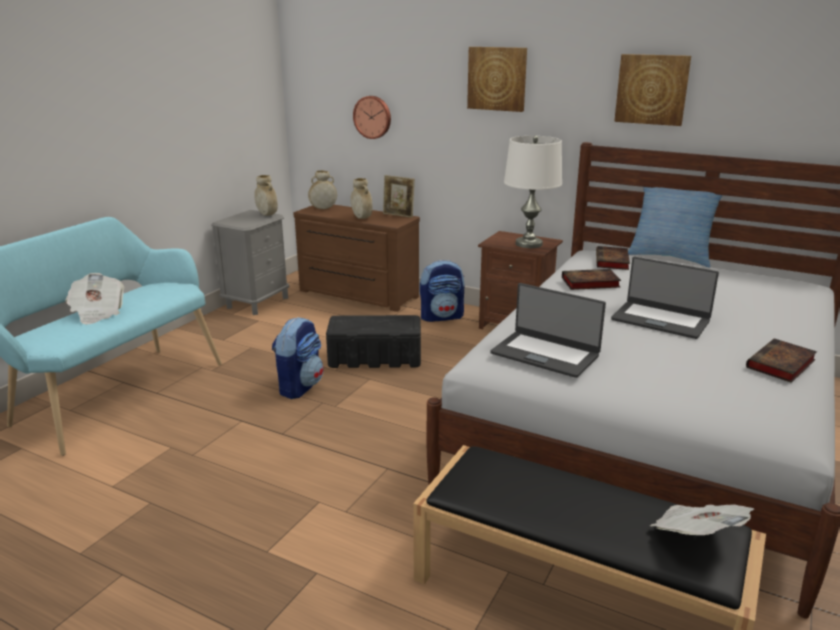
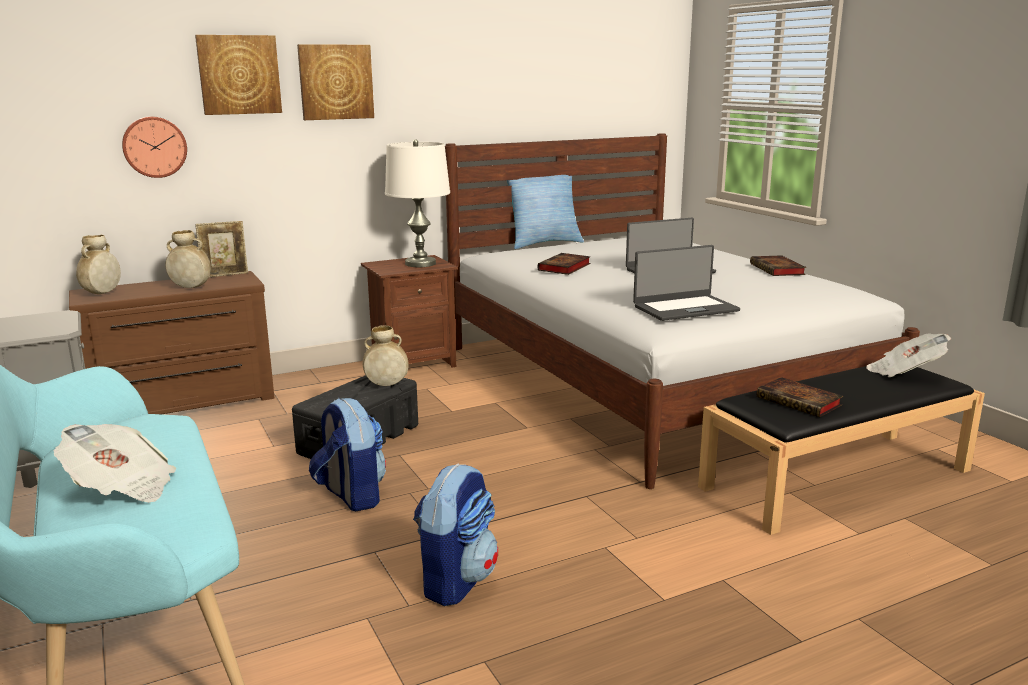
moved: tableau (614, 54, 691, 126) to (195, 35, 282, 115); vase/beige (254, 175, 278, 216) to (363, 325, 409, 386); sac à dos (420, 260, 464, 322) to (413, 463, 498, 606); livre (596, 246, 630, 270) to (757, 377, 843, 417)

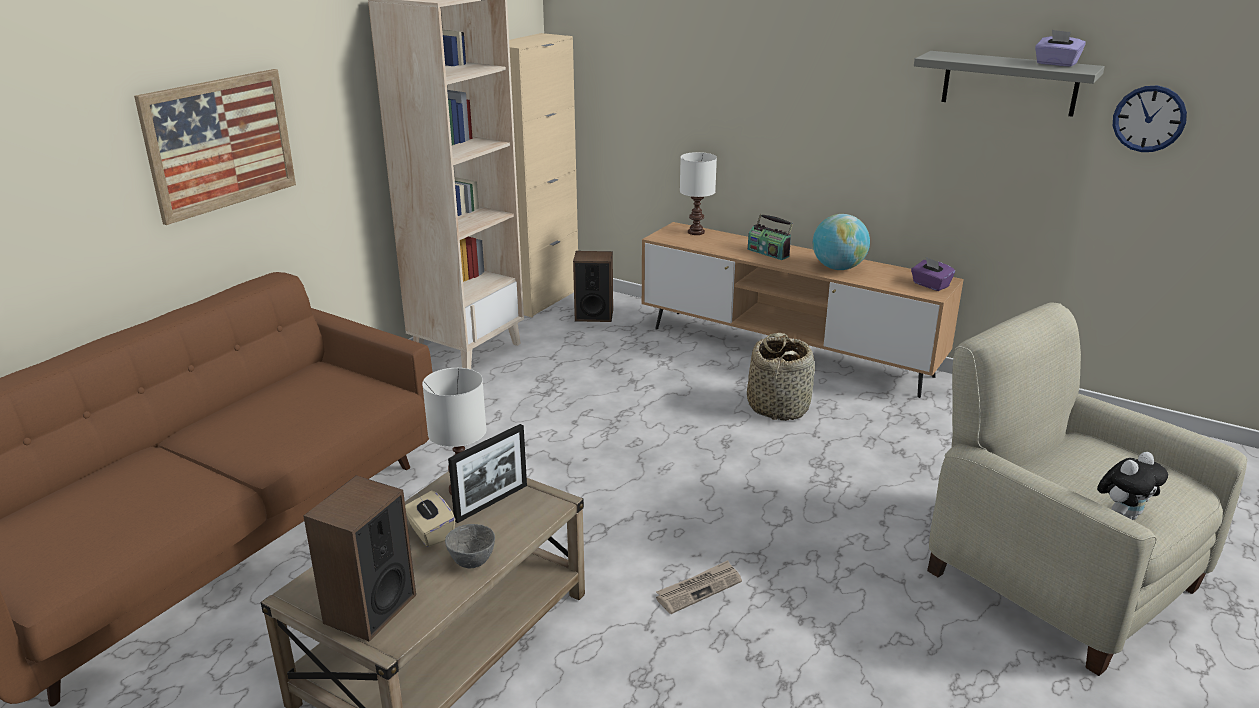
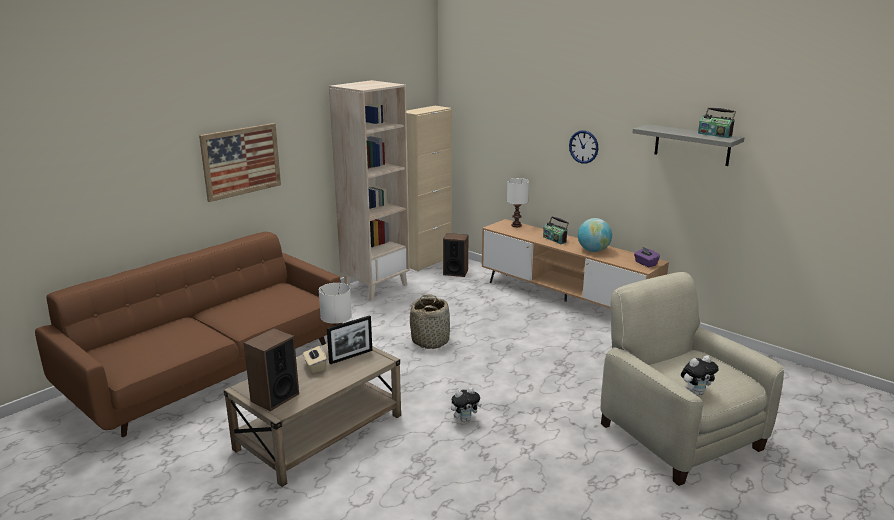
removed: bol/gris (445, 524, 495, 568)
moved: panier (747, 333, 815, 421) to (410, 294, 450, 349); horloge murale (1113, 86, 1187, 152) to (569, 130, 598, 164)
replaced: journal (656, 560, 742, 614) to peluche (451, 387, 482, 422); boîte à mouchoirs/violet (1035, 30, 1086, 67) to radio (698, 107, 736, 138)

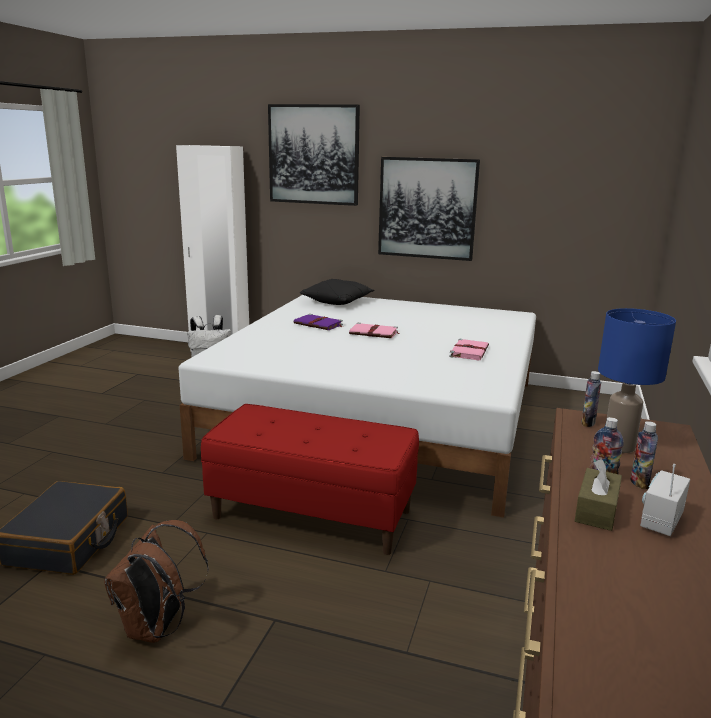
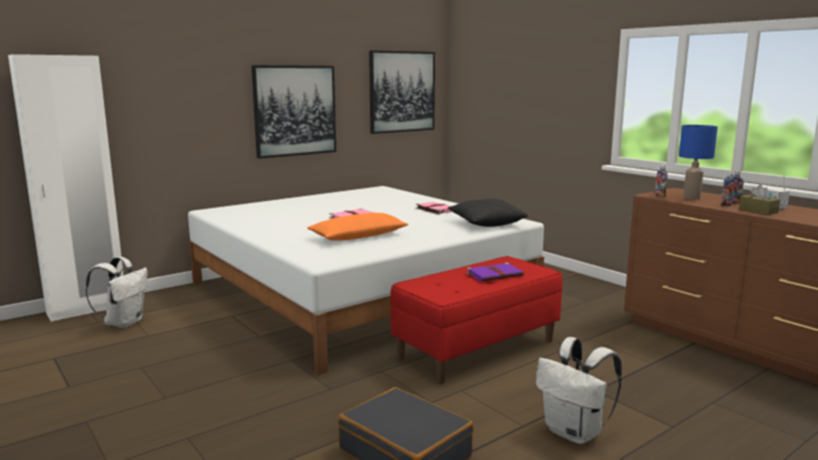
added: coussin/orange (307, 213, 409, 241)
moved: tableau (268, 104, 360, 206) to (369, 50, 435, 134); coussin/noir (300, 279, 375, 305) to (448, 198, 528, 227); livre/violet (294, 314, 343, 330) to (467, 263, 524, 281)
recoloured: sac à dos/marron (104, 520, 209, 643) to sac à dos/blanc (536, 337, 622, 444)

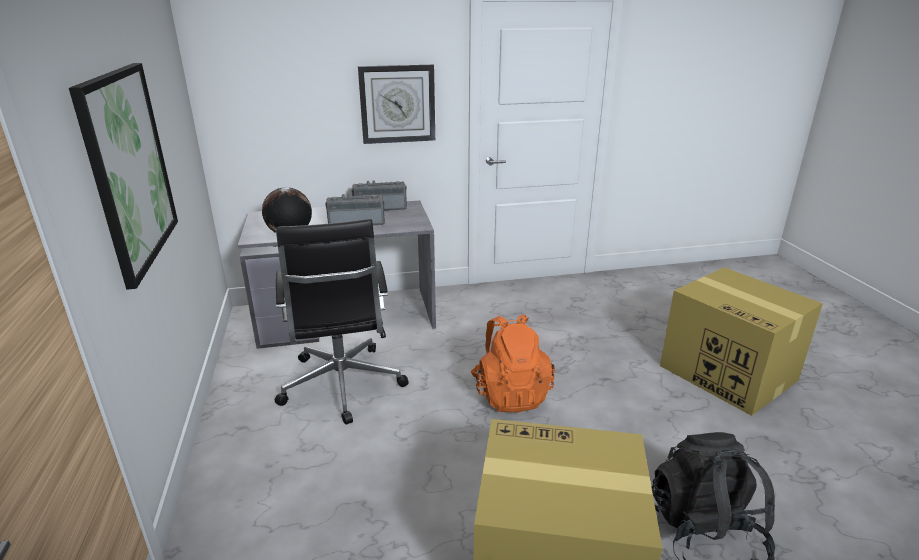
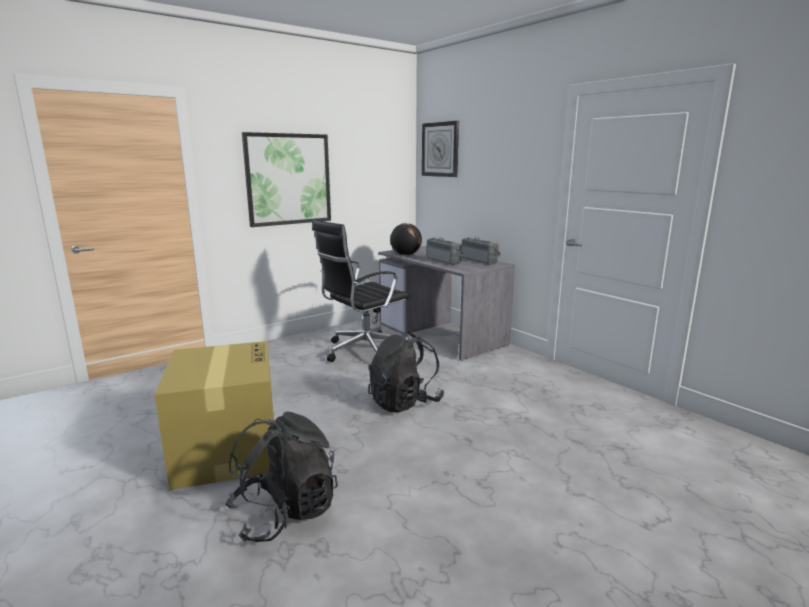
removed: carton (660, 267, 823, 416)
moved: horloge murale (358, 65, 435, 144) to (422, 121, 459, 177)
recoloured: sac à dos/orange (471, 314, 555, 412) to sac à dos/noir (368, 331, 444, 413)

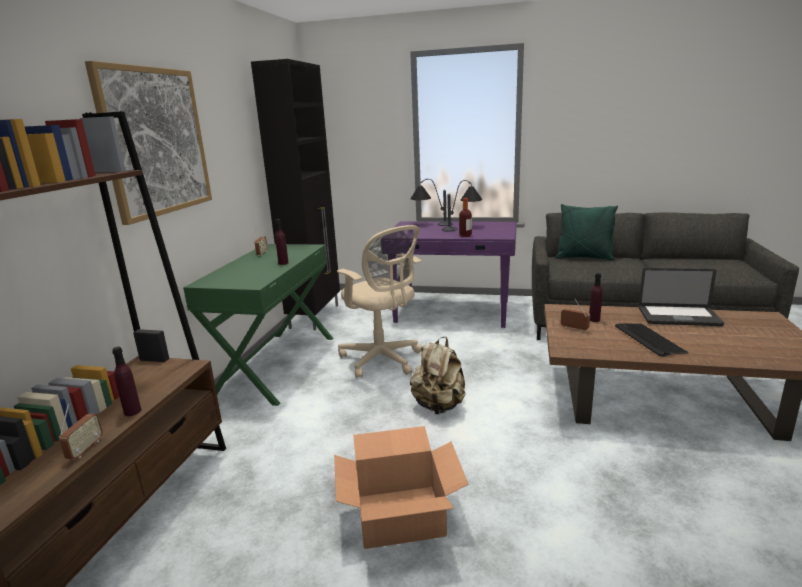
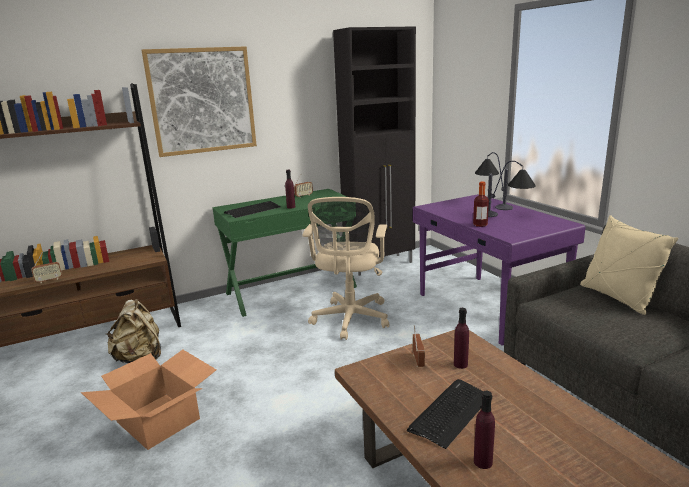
removed: ordinateur portable (639, 268, 724, 326)
added: clavier (224, 201, 281, 218)
moved: sac à dos/beige (410, 337, 466, 414) to (105, 299, 161, 363); bouteille/violet (112, 347, 141, 416) to (474, 391, 495, 469)
recoloured: coussin/vert (555, 204, 618, 260) to coussin/beige (580, 215, 678, 315)

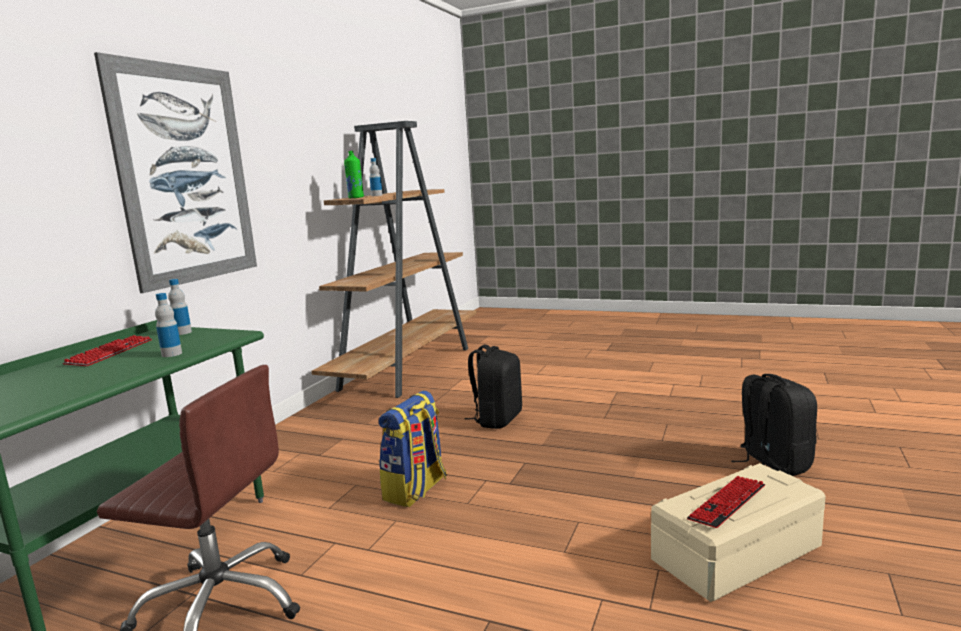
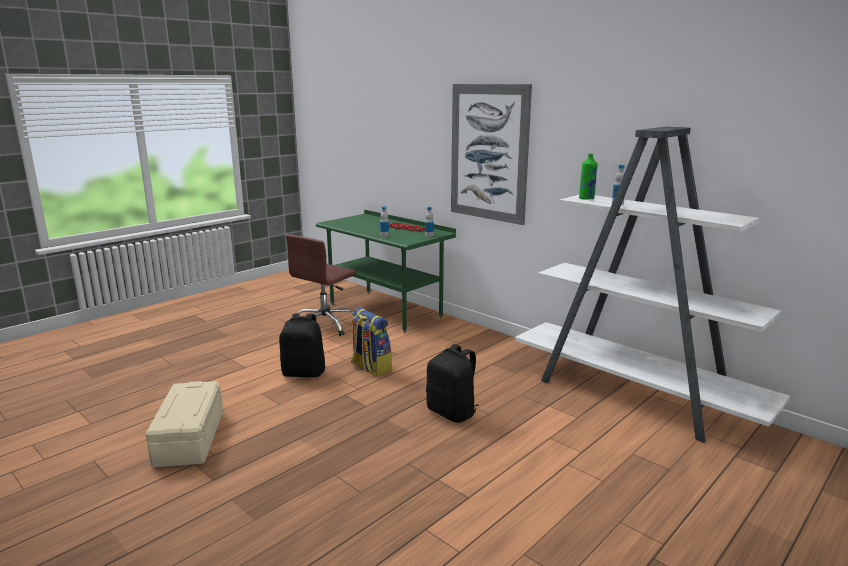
removed: clavier (687, 476, 765, 528)
moved: sac à dos/noir (731, 374, 817, 476) to (279, 313, 325, 377)
recoloured: bibliothèque/marron (312, 121, 477, 398) to bibliothèque/blanc (515, 127, 790, 443)

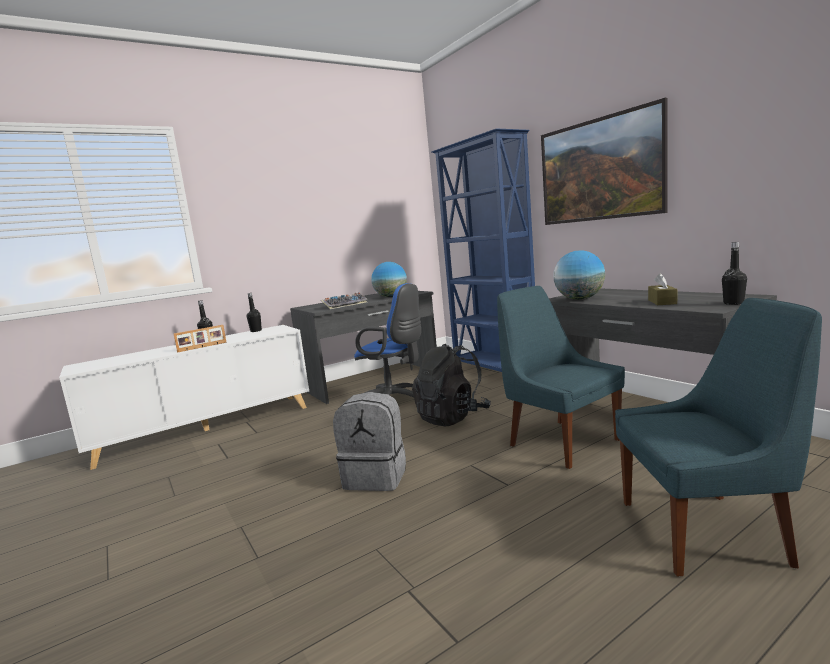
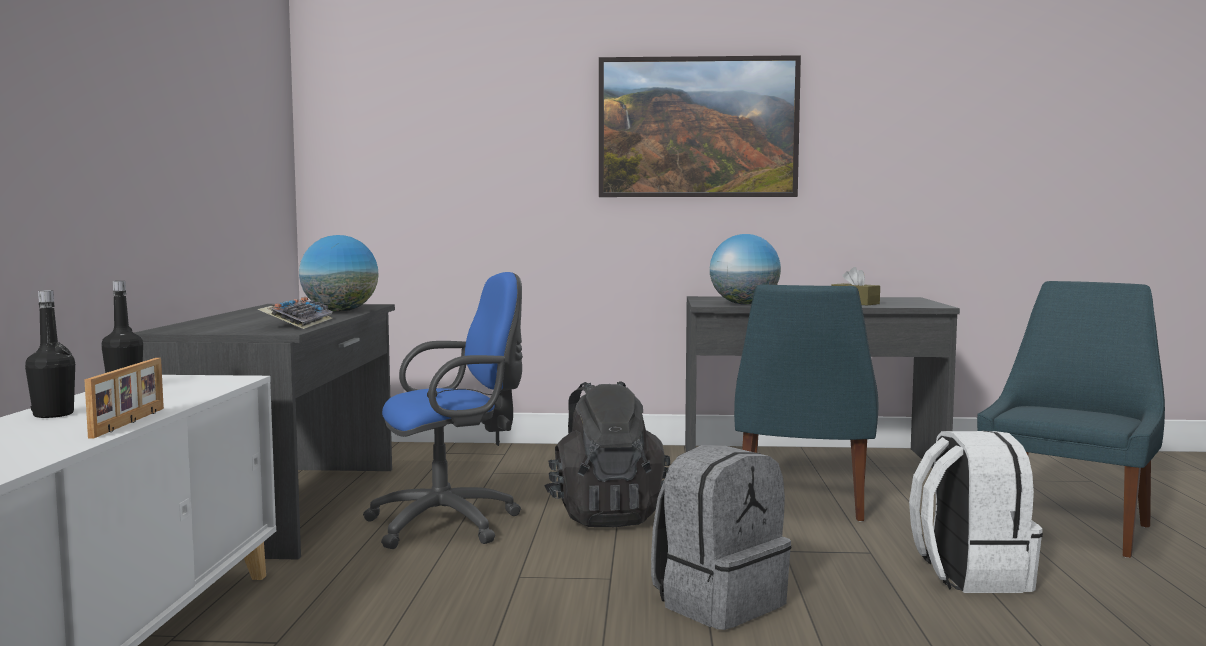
removed: bibliothèque/bleu (431, 128, 535, 372); bouteille/noir (722, 242, 747, 305)
added: sac à dos/blanc (909, 431, 1043, 593)
turned: chaise/bleu (497, 286, 625, 469) = (734, 284, 878, 521) 75 degrees counterclockwise

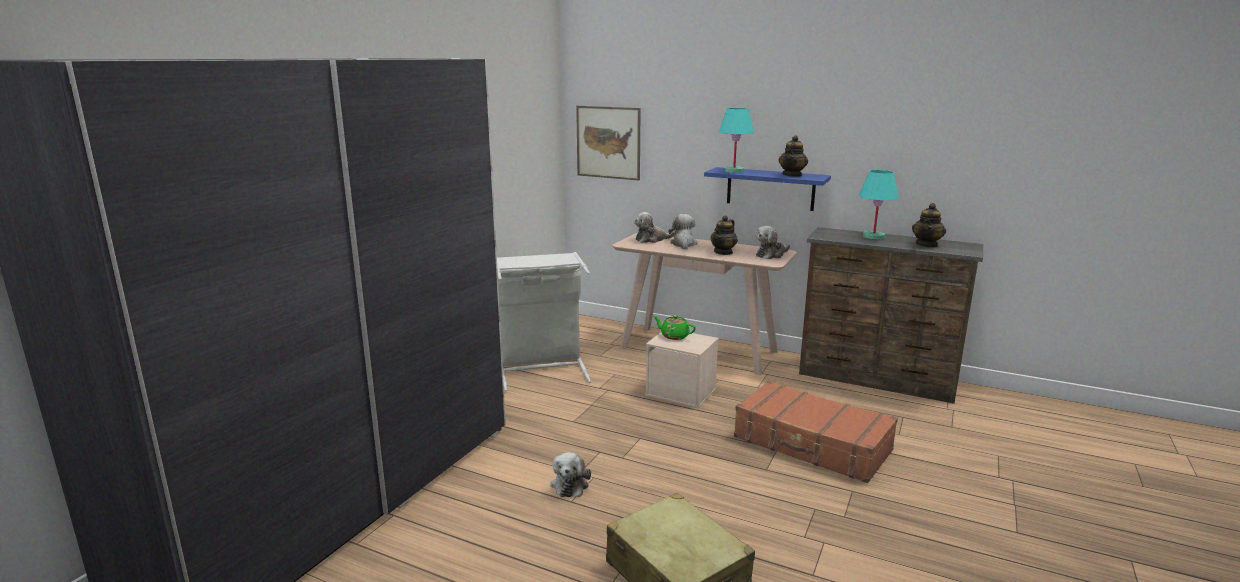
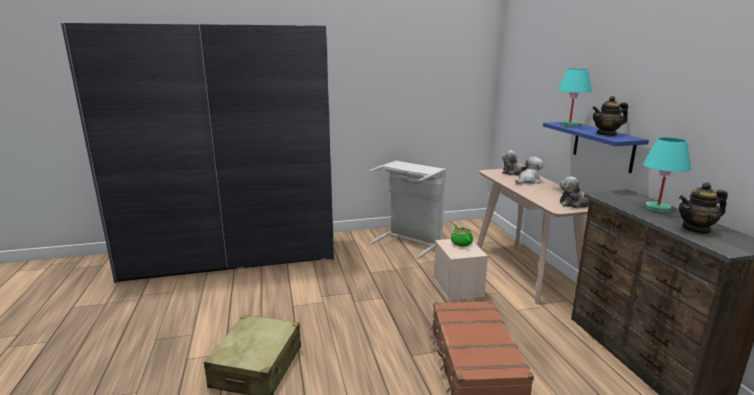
removed: peluche (550, 452, 591, 497); tableau (576, 106, 641, 180); théière (710, 215, 738, 255)

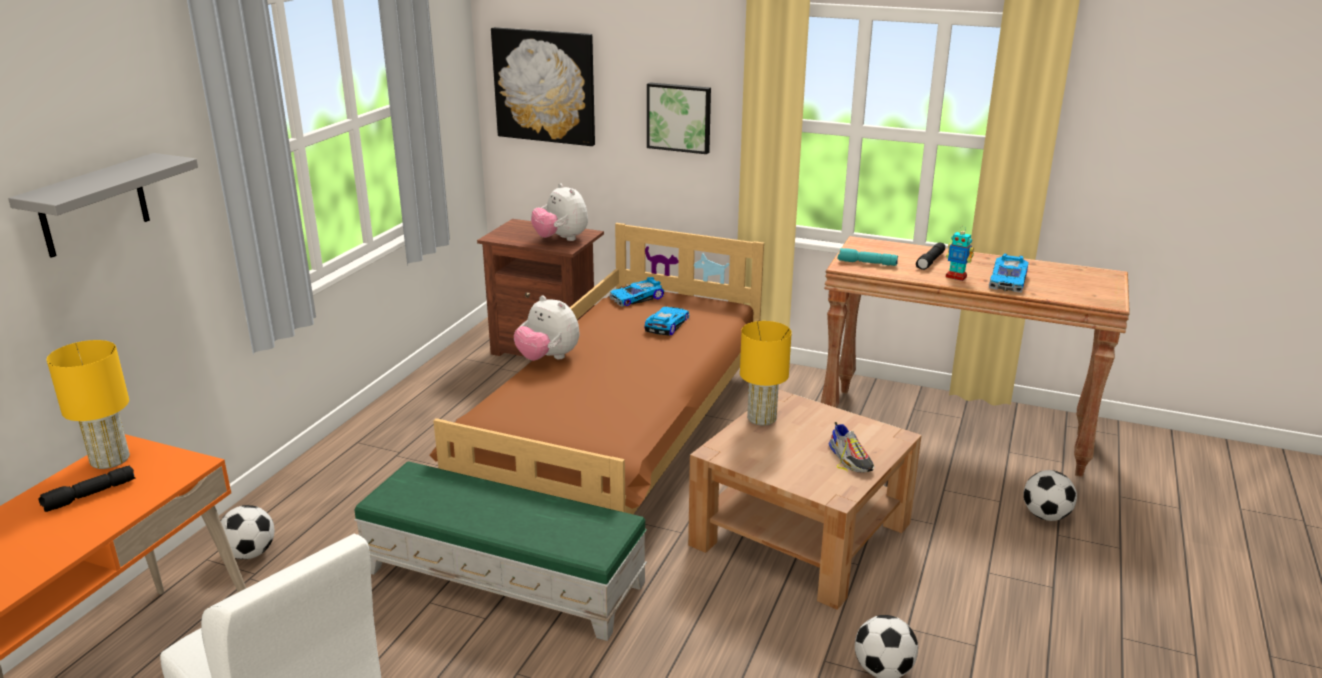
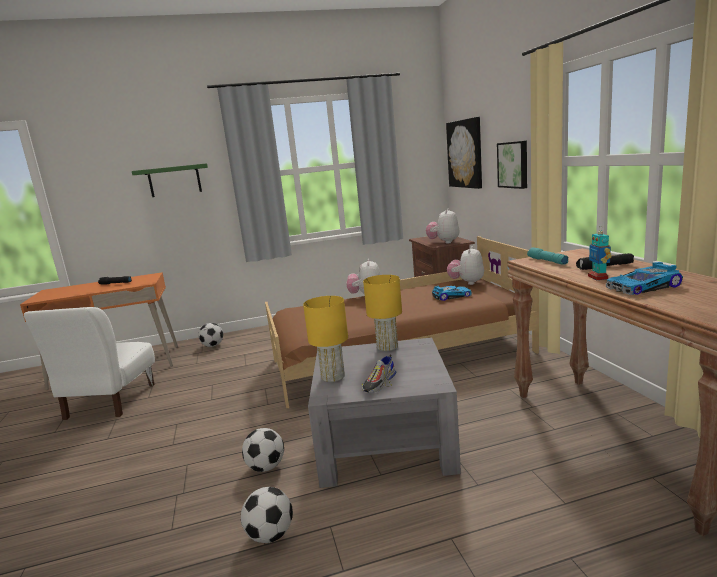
removed: pouf/vert (354, 462, 647, 641)
moved: ballon de foot (1023, 470, 1077, 521) to (242, 428, 284, 472); lampe de table/jaune (47, 340, 130, 469) to (303, 296, 348, 382)
replaced: petite voiture (610, 277, 664, 307) to peluche (447, 246, 484, 285)
recoloured: étagère/gris (8, 153, 198, 258) to étagère/vert (132, 164, 208, 197); table basse/marron (688, 389, 922, 610) to table basse/gris (308, 338, 461, 488)

